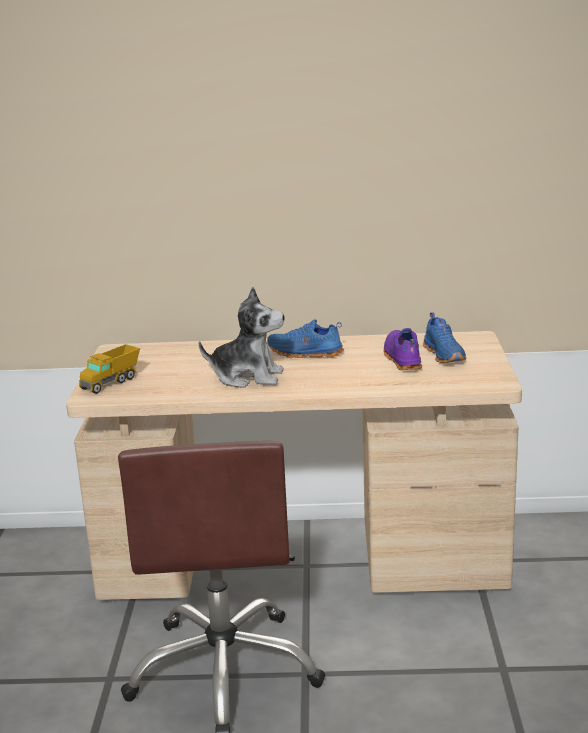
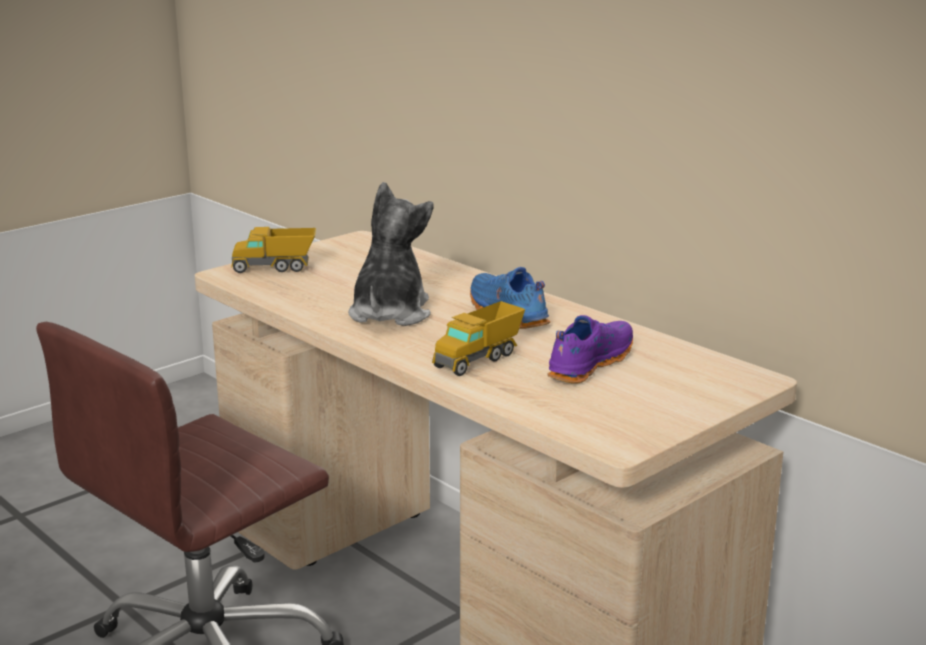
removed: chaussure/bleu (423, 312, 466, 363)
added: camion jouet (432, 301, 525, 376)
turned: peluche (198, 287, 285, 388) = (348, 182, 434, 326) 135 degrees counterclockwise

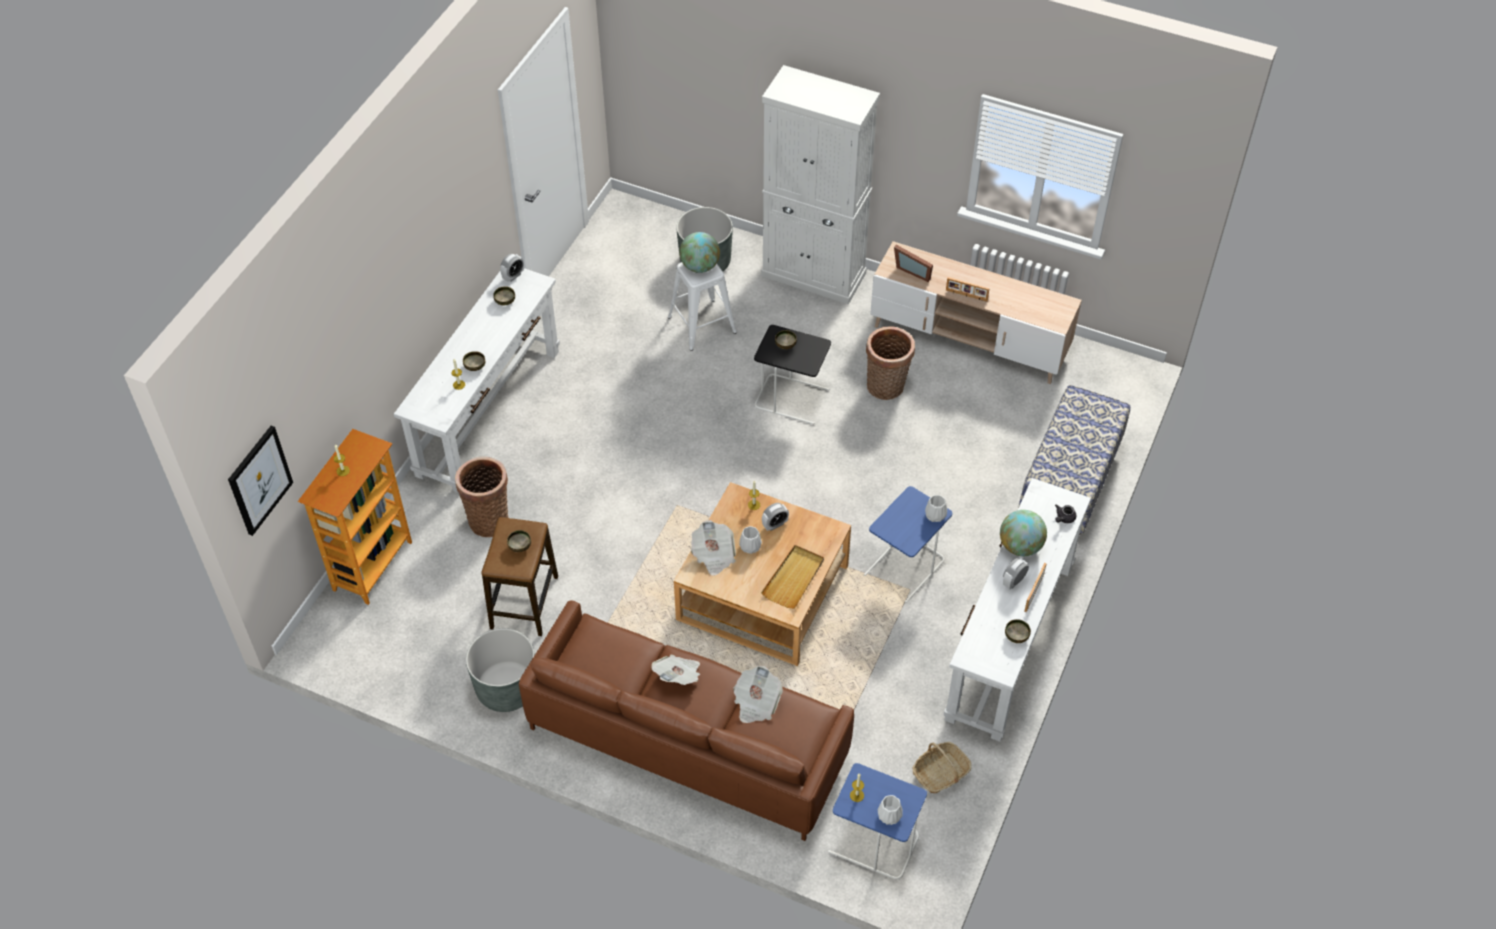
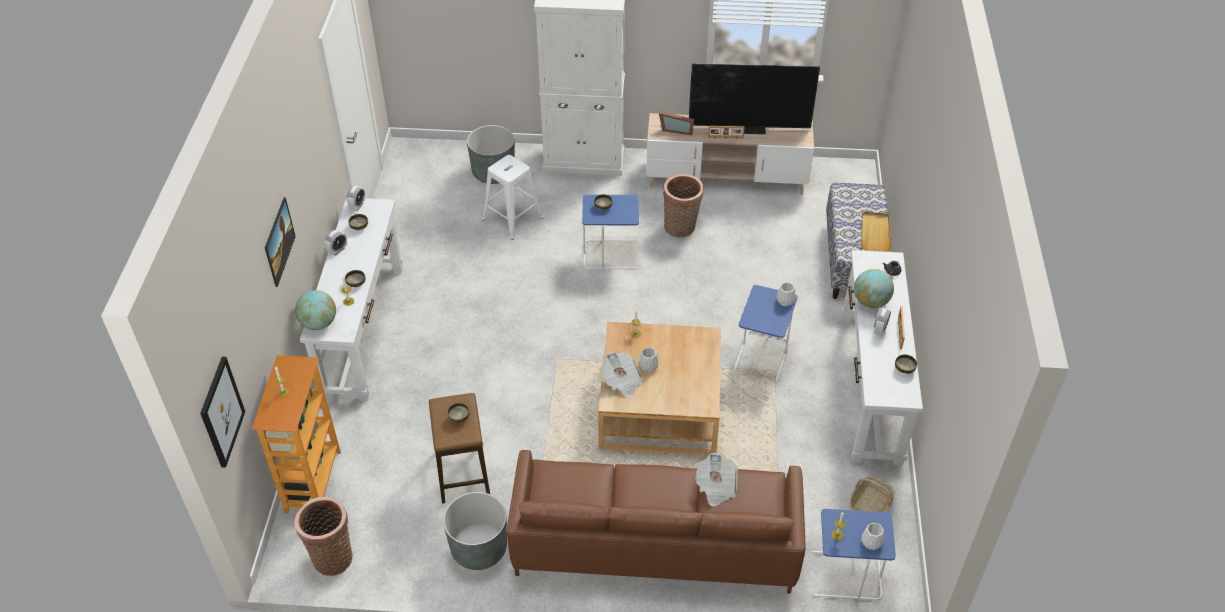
removed: journal (651, 654, 700, 685)
added: tableau (265, 197, 296, 287); téléviseur (689, 63, 820, 134)
moved: panier (455, 456, 509, 537) to (294, 497, 353, 576); globe (679, 232, 720, 273) to (295, 290, 336, 330); réveil (762, 503, 789, 531) to (325, 230, 347, 255); plateau/beige (761, 545, 824, 609) to (861, 211, 892, 252)
recoloured: table d'appoint/noir (754, 325, 831, 424) to table d'appoint/bleu (582, 195, 639, 270)

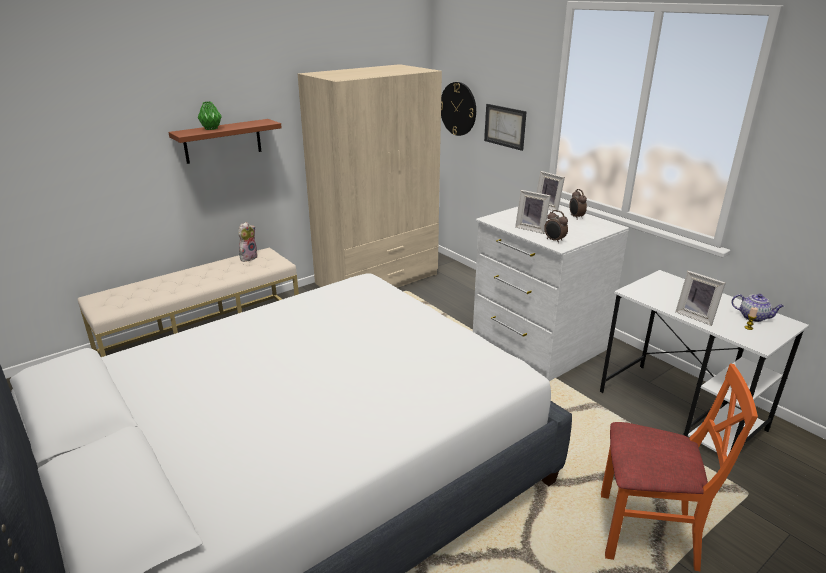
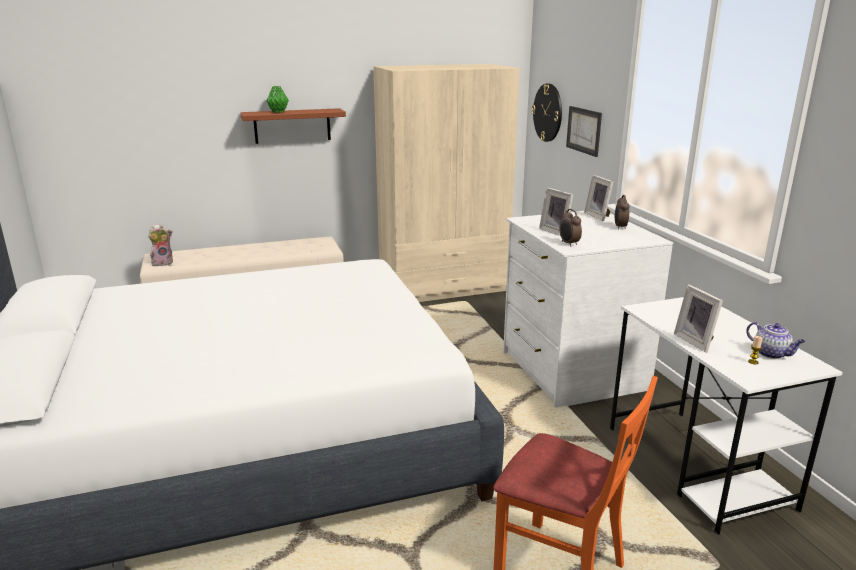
moved: peluche (238, 222, 258, 262) to (148, 224, 173, 266)

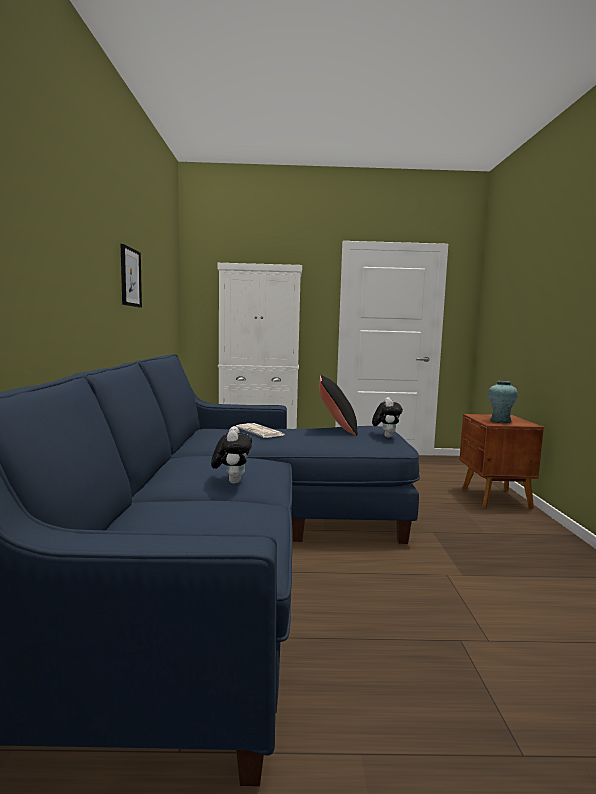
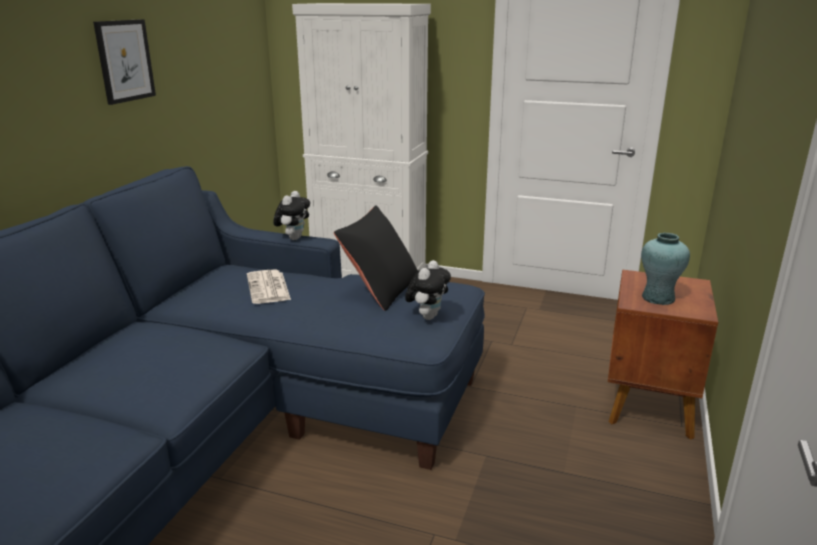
moved: peluche (211, 426, 252, 483) to (273, 191, 310, 240)

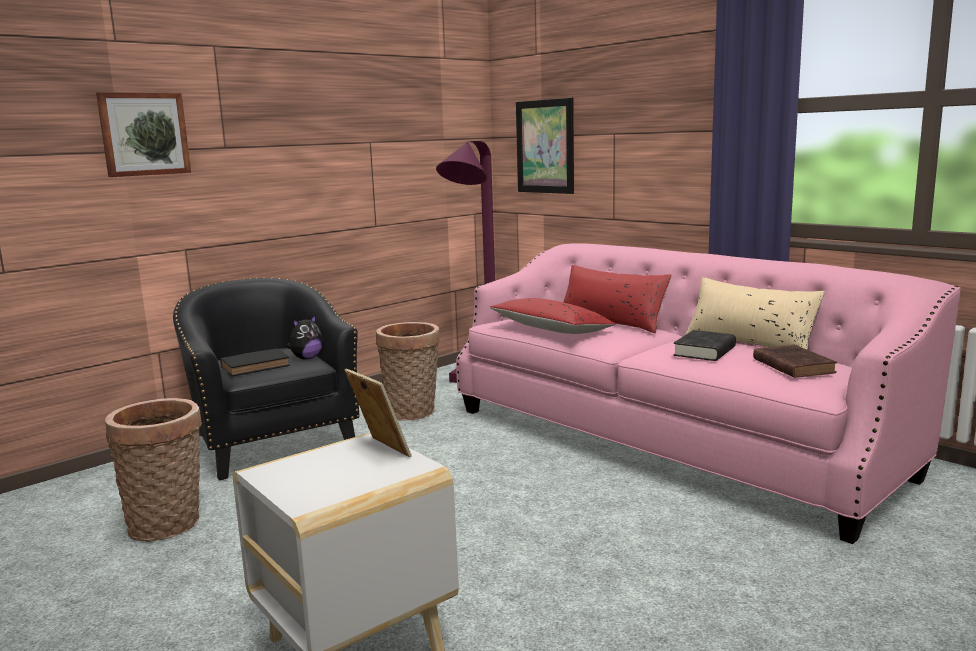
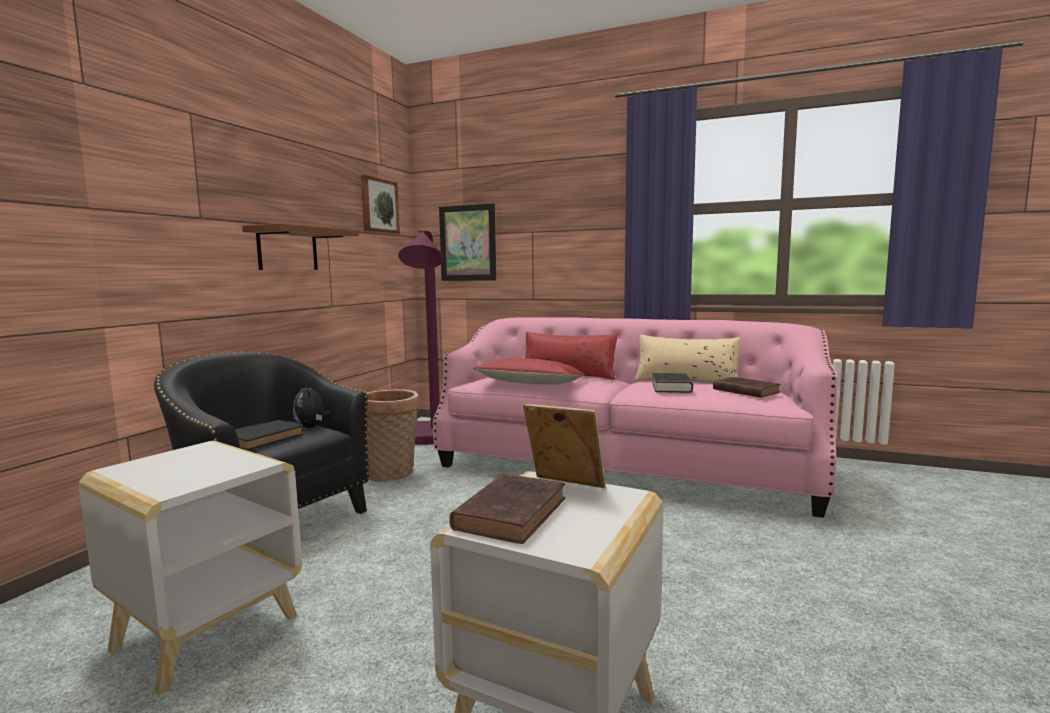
added: étagère/marron (242, 223, 359, 270); livre/marron (449, 473, 565, 544)
moved: tableau (96, 92, 191, 177) to (361, 175, 400, 234)
replaced: panier (105, 398, 202, 542) to table d'appoint/blanc (79, 441, 302, 695)
turned: peluche (287, 314, 323, 359) = (293, 383, 330, 428) 135 degrees clockwise

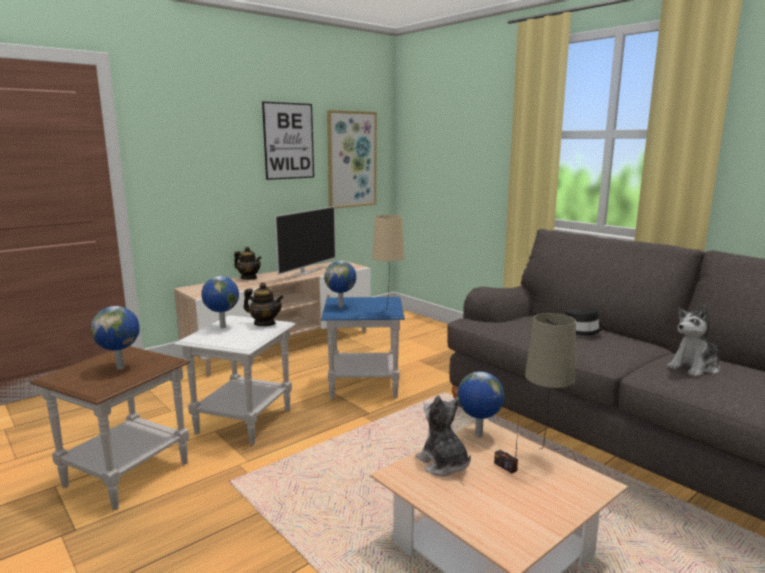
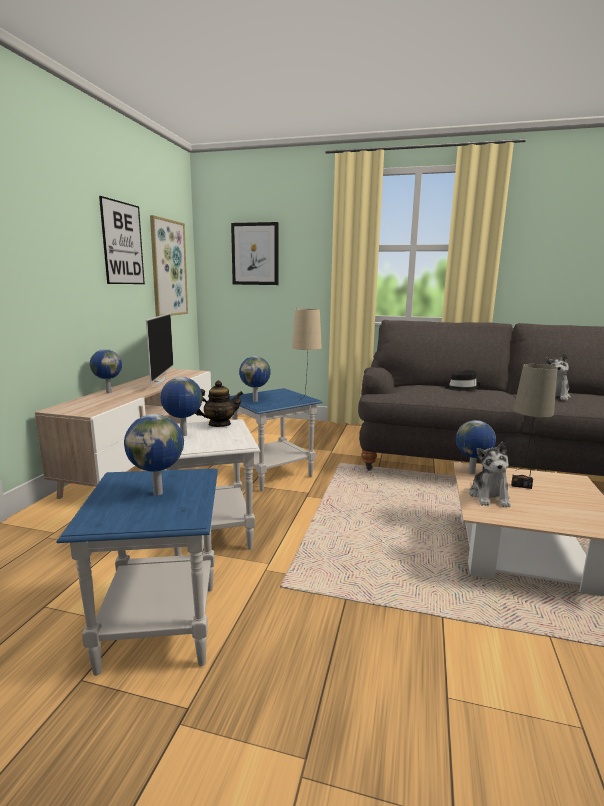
added: tableau (231, 222, 279, 285)
replaced: théière (234, 246, 262, 279) to globe (90, 349, 122, 393)
recoloured: table d'appoint/marron (30, 346, 190, 510) to table d'appoint/bleu (56, 468, 218, 676)
turned: peluche (416, 395, 471, 477) = (469, 441, 511, 507) 105 degrees counterclockwise

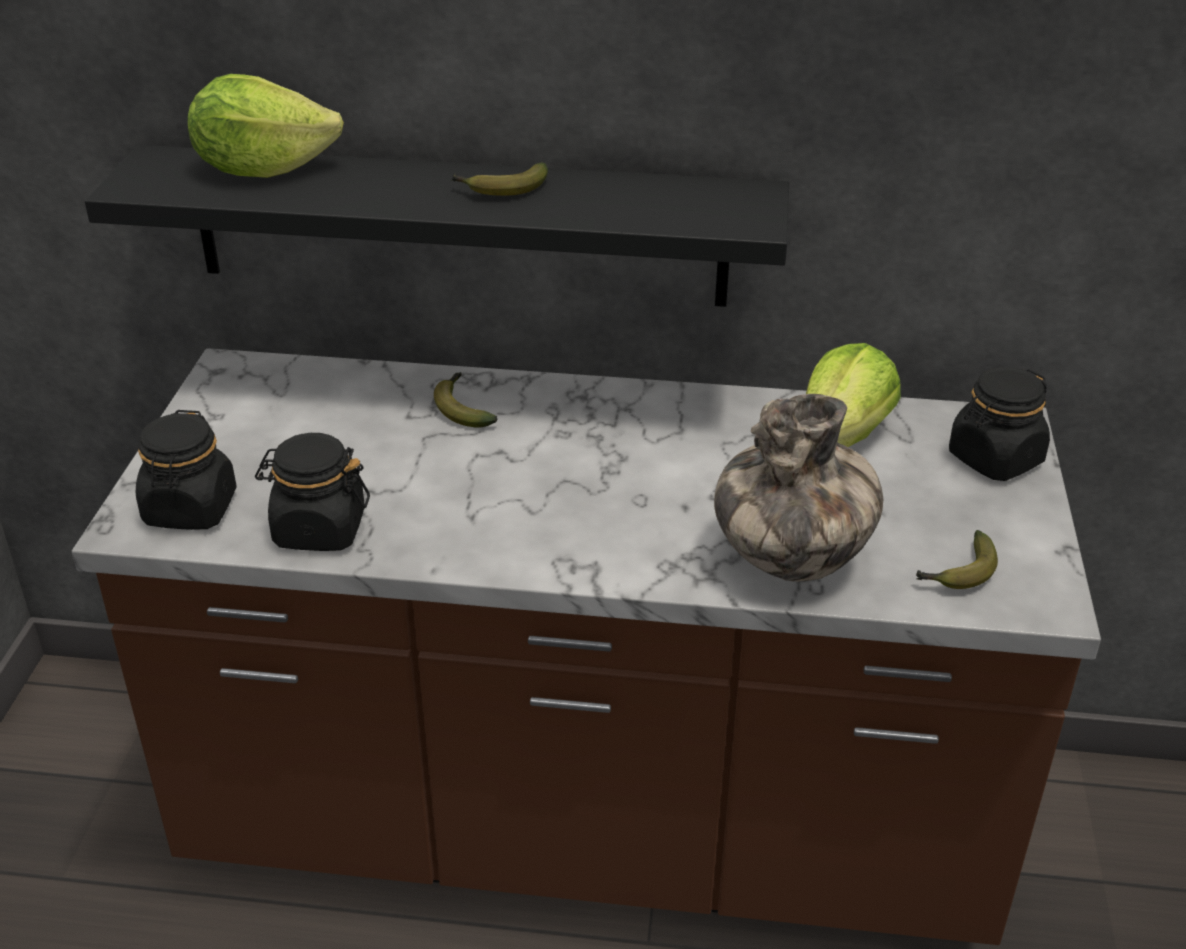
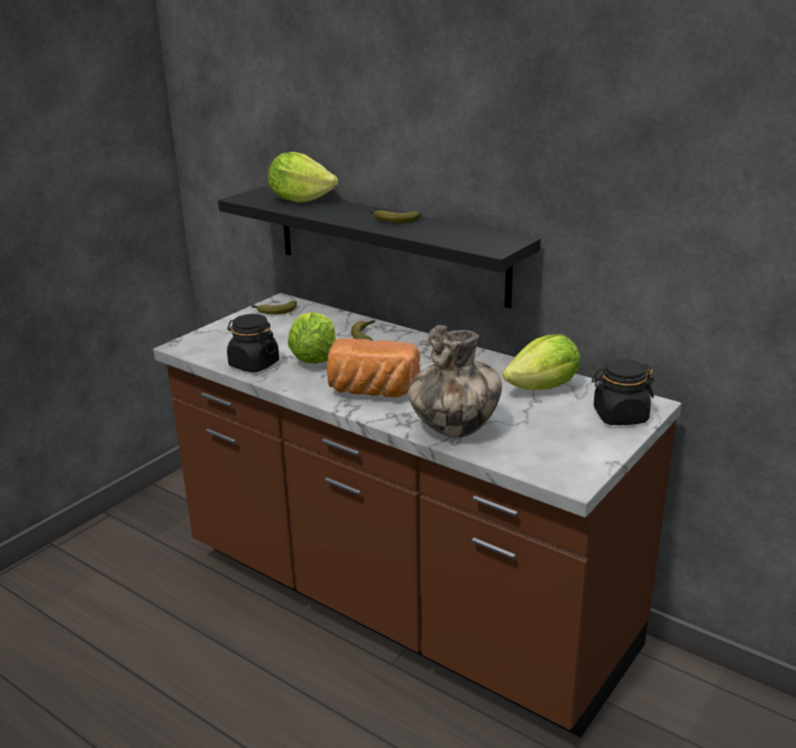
removed: bocal/noir (136, 410, 237, 530)
added: laitue (288, 312, 336, 364); pain (327, 338, 420, 397)
moved: banane (916, 530, 998, 589) to (251, 301, 297, 314)

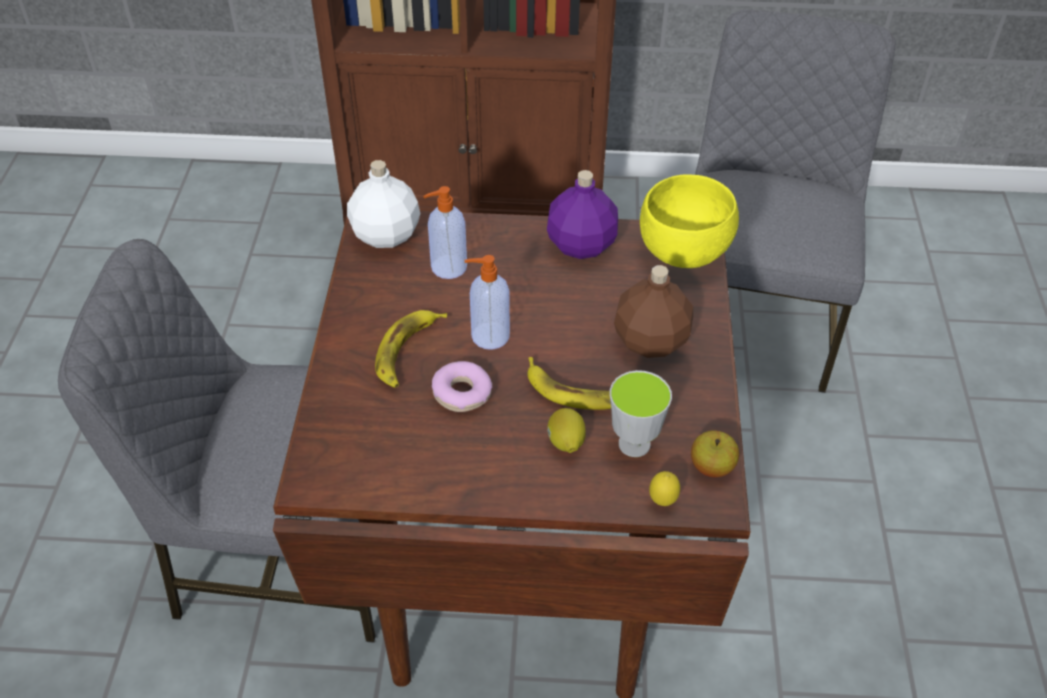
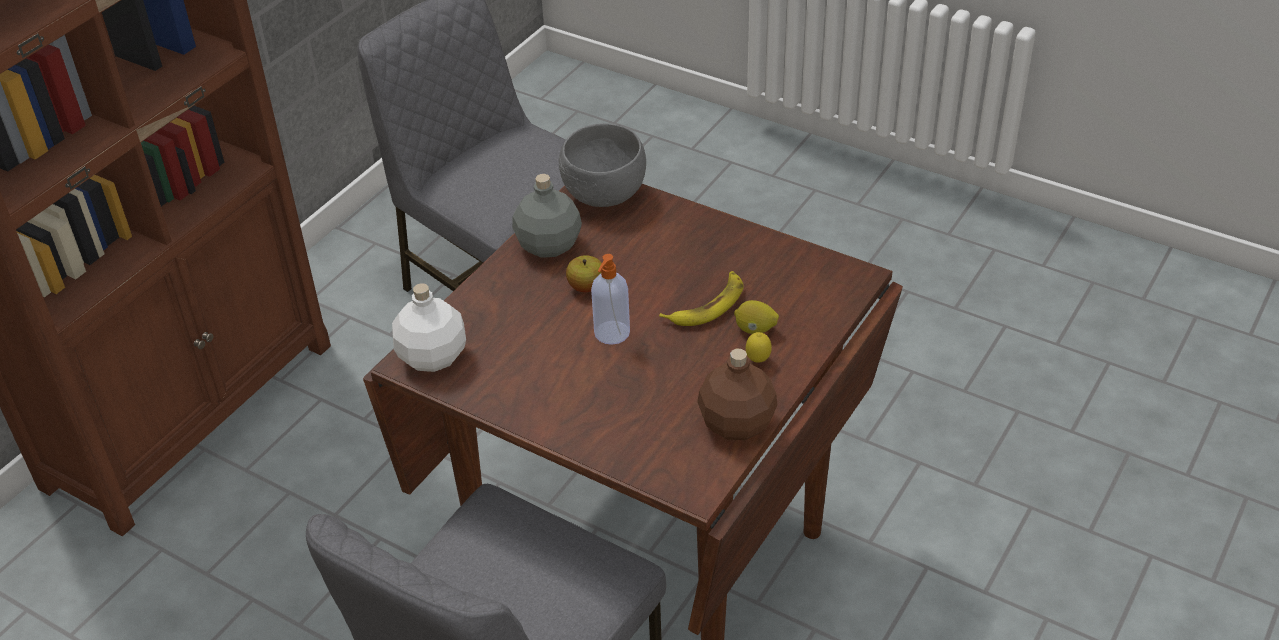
removed: banane (375, 310, 447, 388); distributeur de savon (423, 186, 467, 279); beignet (432, 361, 492, 412); tasse (610, 370, 672, 457)
moved: pomme (691, 430, 739, 477) to (566, 255, 602, 292); bouteille/marron (614, 265, 693, 358) to (697, 349, 778, 440); citron (649, 471, 680, 506) to (746, 332, 771, 363)
recoloured: bouteille/violet (547, 170, 618, 259) to bouteille/gris (512, 174, 582, 258); bol/jaune (640, 174, 739, 268) to bol/gris (559, 123, 646, 207)

